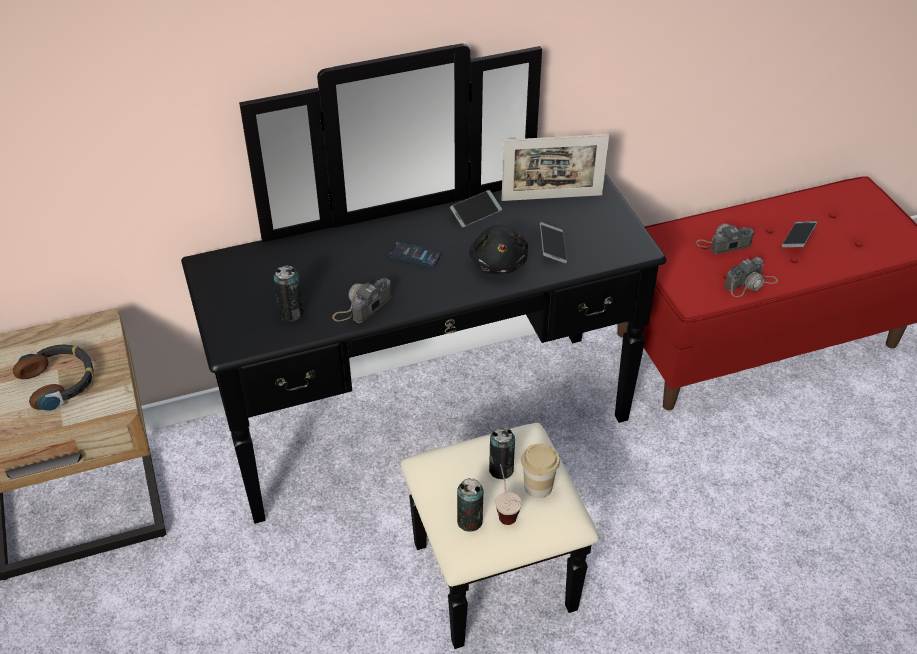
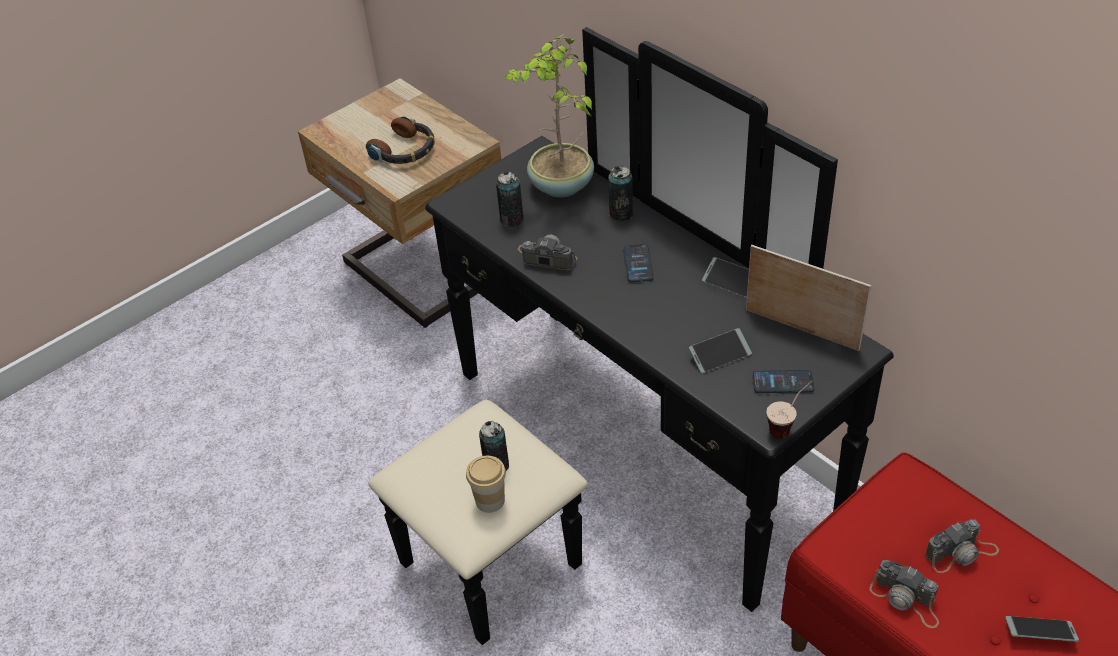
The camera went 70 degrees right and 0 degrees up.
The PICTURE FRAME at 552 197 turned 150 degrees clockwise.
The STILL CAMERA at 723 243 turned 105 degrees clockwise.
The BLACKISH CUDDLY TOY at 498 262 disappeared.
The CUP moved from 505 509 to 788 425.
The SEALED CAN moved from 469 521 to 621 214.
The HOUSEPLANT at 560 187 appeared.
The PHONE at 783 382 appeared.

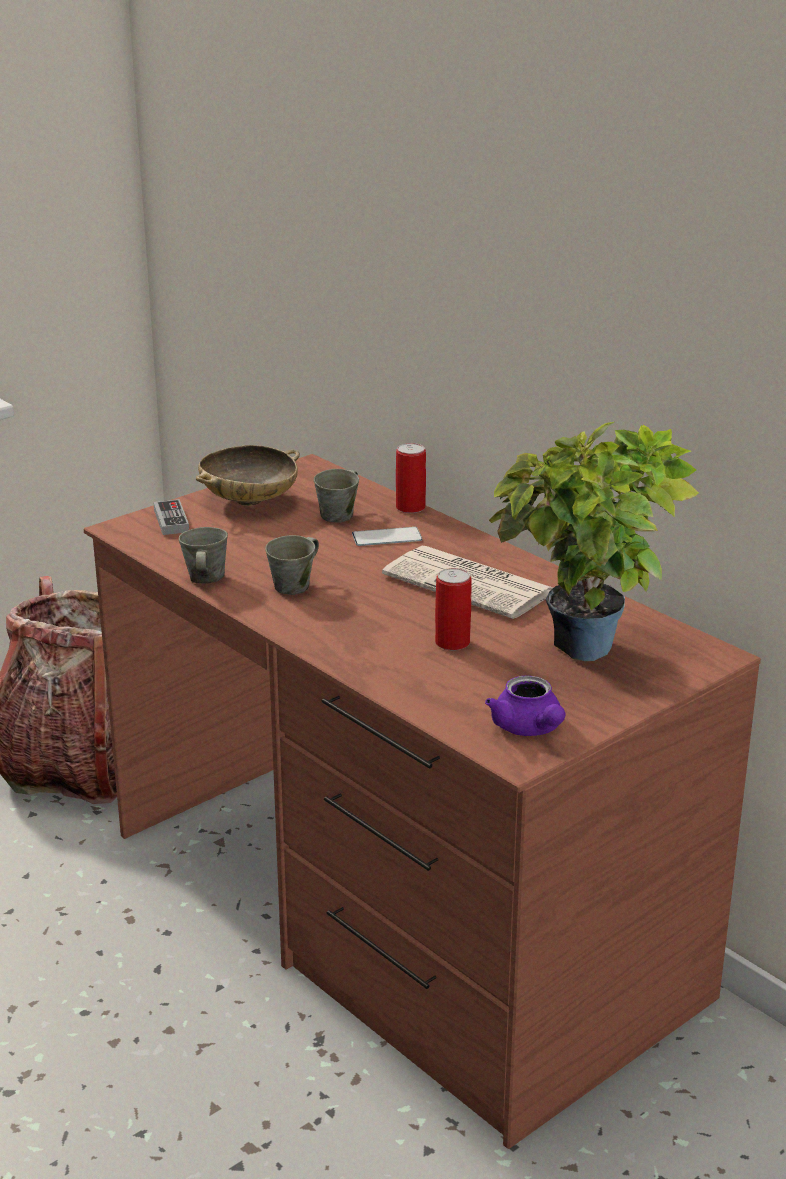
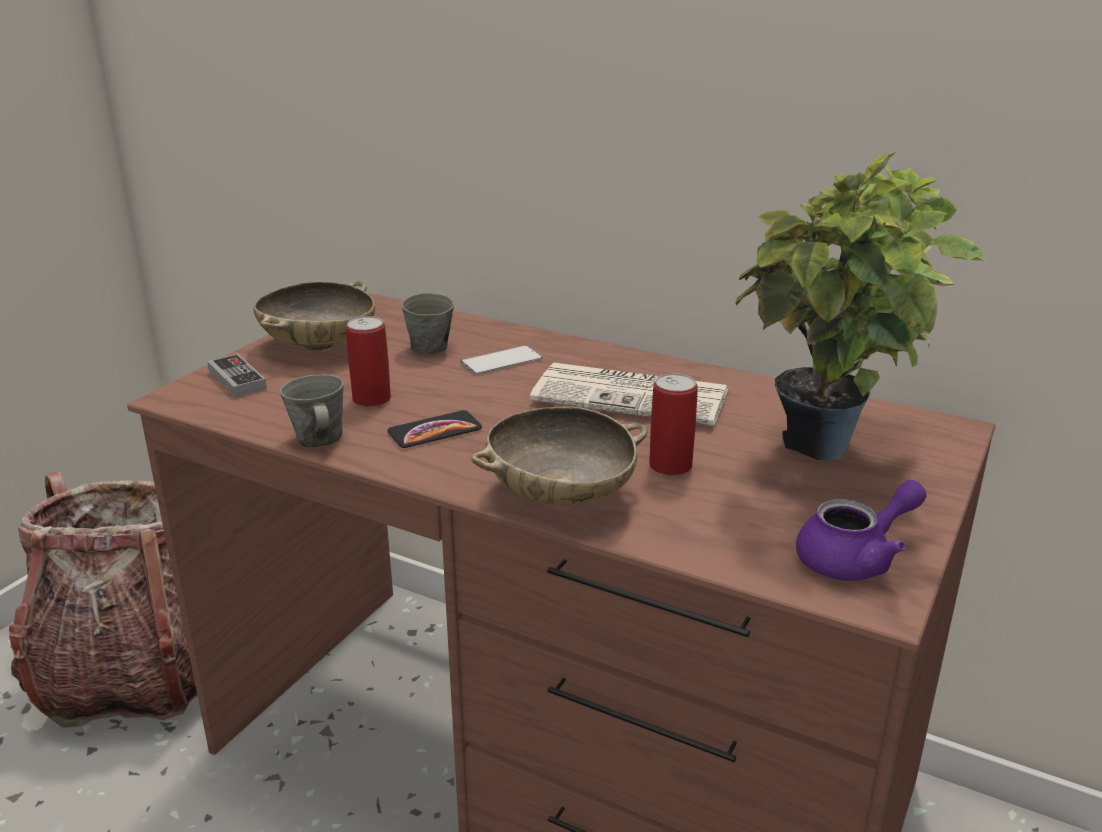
The camera went 20 degrees left and 0 degrees up.
The SEALED CAN moved from 410 507 to 371 399.
The GREY TEA MUG at 294 586 was replaced by the PHONE at 435 431.
The PURPLISH POT FOR TEA at 529 729 turned 75 degrees counterclockwise.
The BEIGE BOWL at 561 495 appeared.

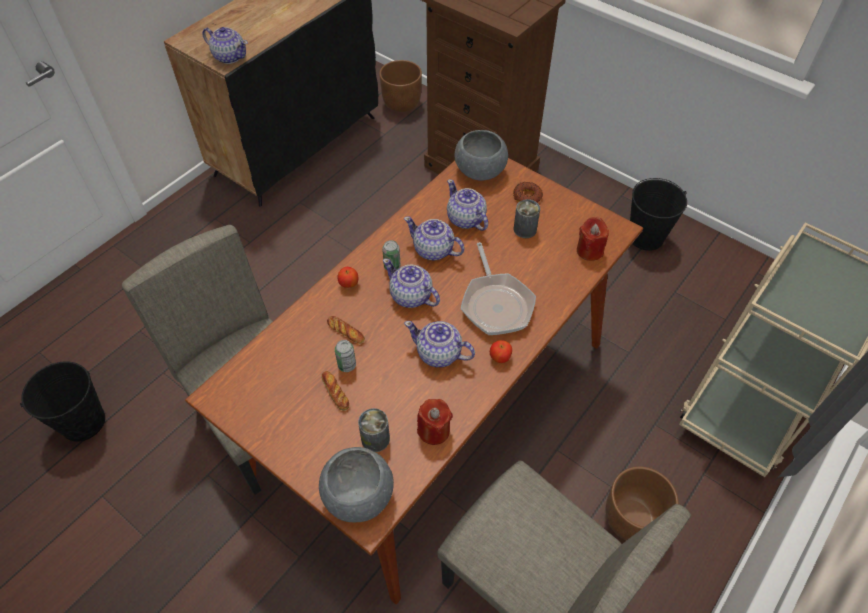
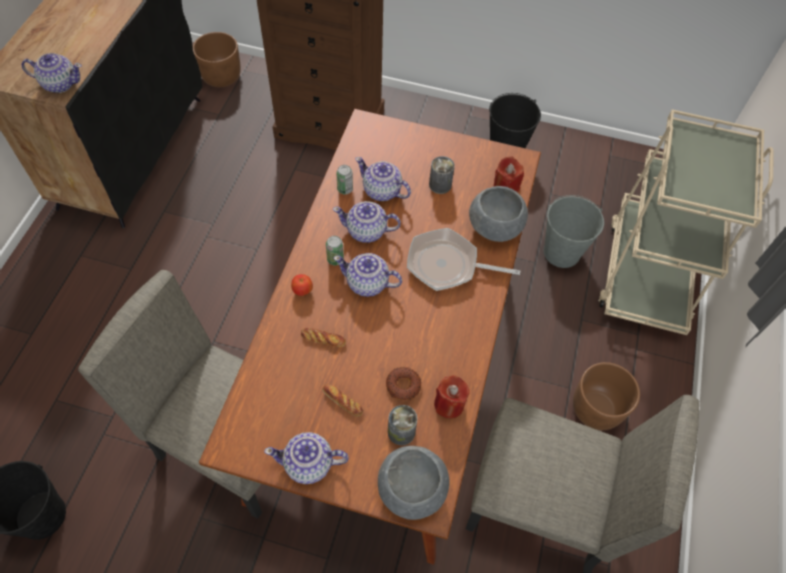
The camera went 25 degrees left and 5 degrees up.
The GREY BOWL moved from 479 171 to 495 227.
The DONUT moved from 527 196 to 403 385.
The FRYING PAN at 496 303 turned 135 degrees clockwise.
The POT FOR TEA moved from 439 354 to 309 464.
The SEALED CAN moved from 347 365 to 345 189.
The WHOLE APPLE at 500 357 disappeared.
The GREY BUCKET at 562 252 appeared.

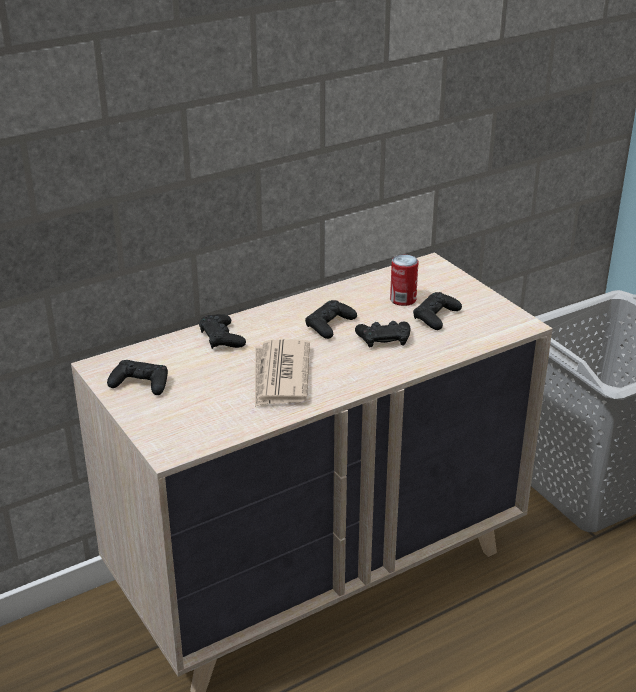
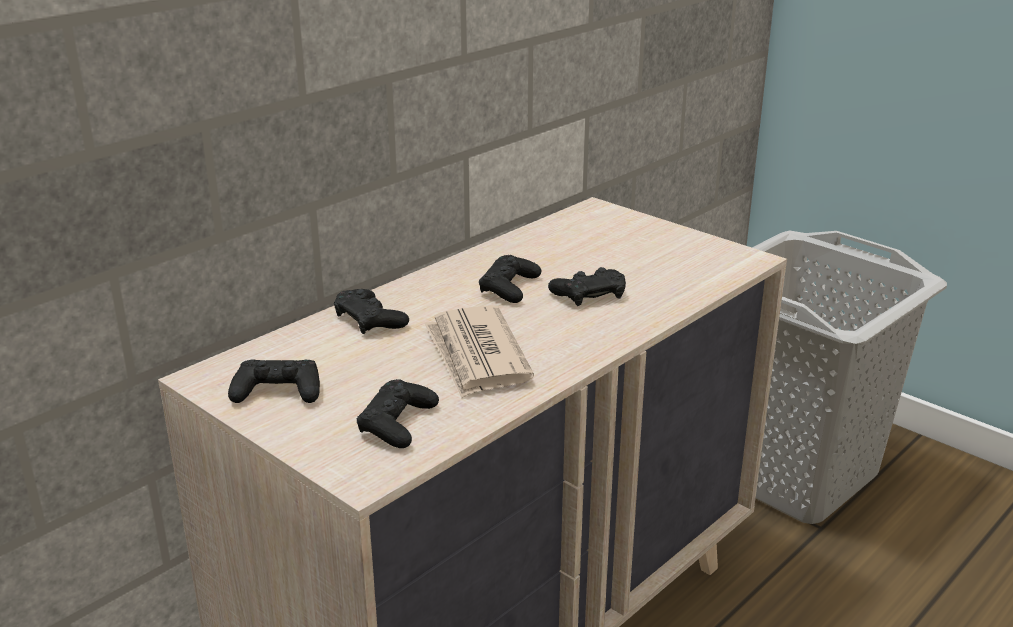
The camera went 15 degrees left and 5 degrees down.
The SEALED CAN at 403 299 disappeared.
The BLACKISH GAMEPAD moved from 436 317 to 397 423.

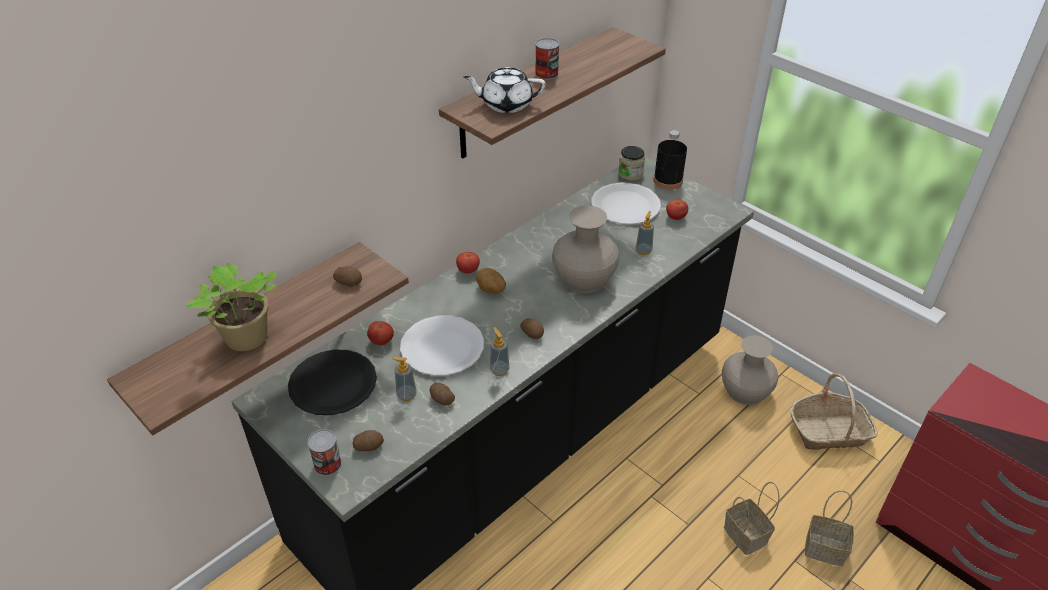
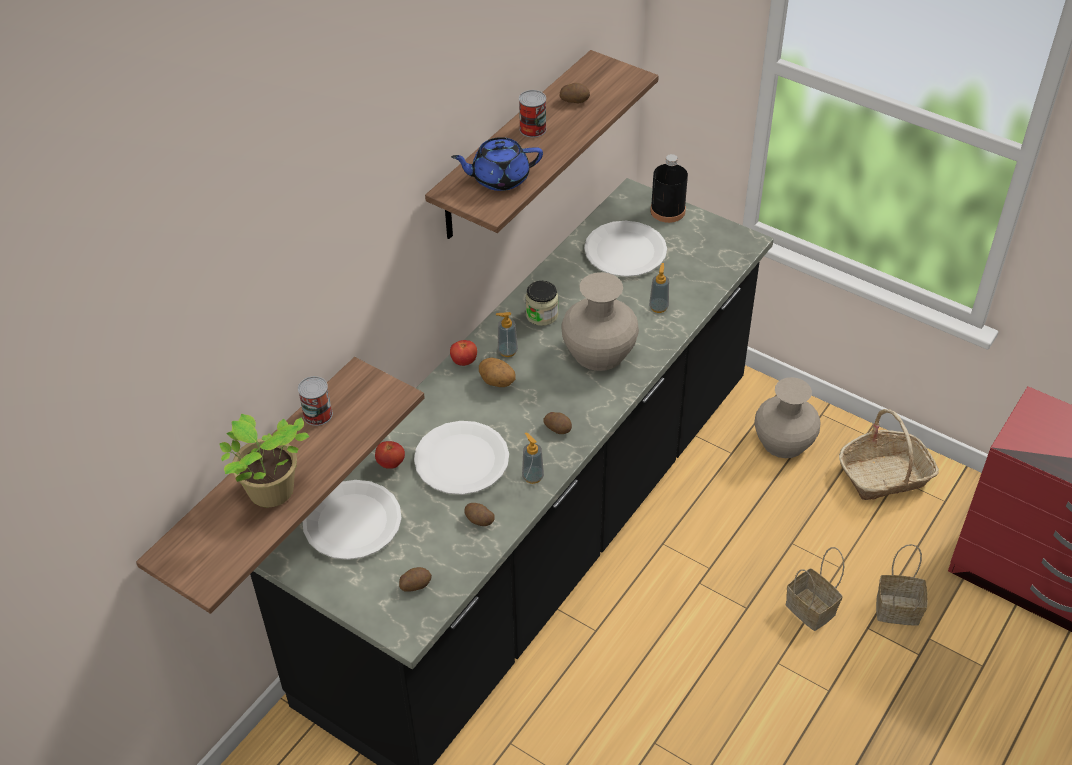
The camera went 10 degrees left and 5 degrees up.
The WHITE-COLOURED POT FOR TEA at 506 104 became the BLUISH POT FOR TEA at 499 178.
The JAR moved from 630 174 to 542 315.
The WHOLE TOMATO at 675 217 disappeared.
The SPUD moved from 349 282 to 574 100.
The BLACKISH PLATE at 333 384 became the WHITE-COLOURED PLATE at 352 522.
The SOAP BOTTLE moved from 406 395 to 507 351.
The SEALED CAN moved from 327 464 to 318 414.

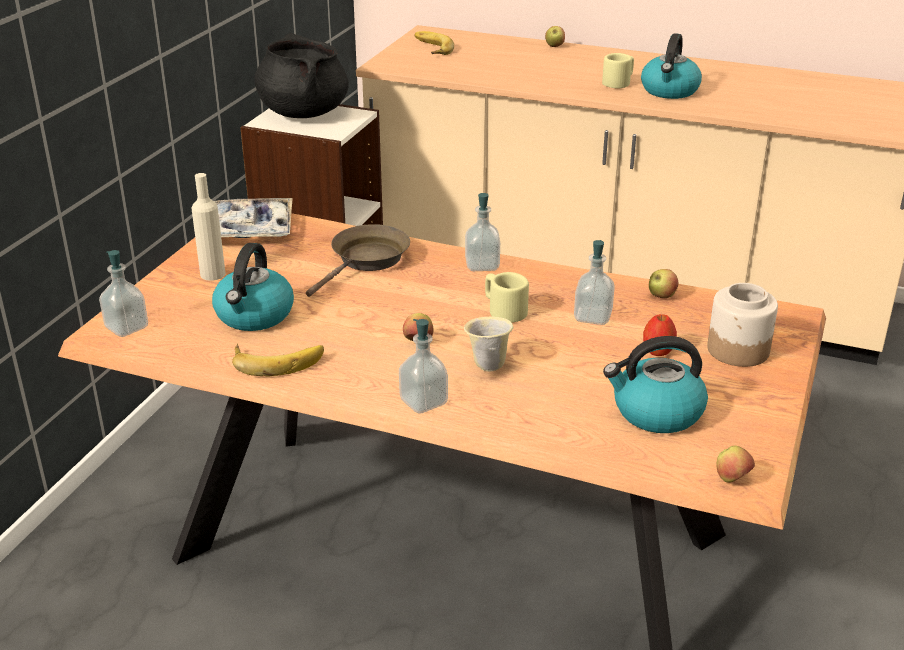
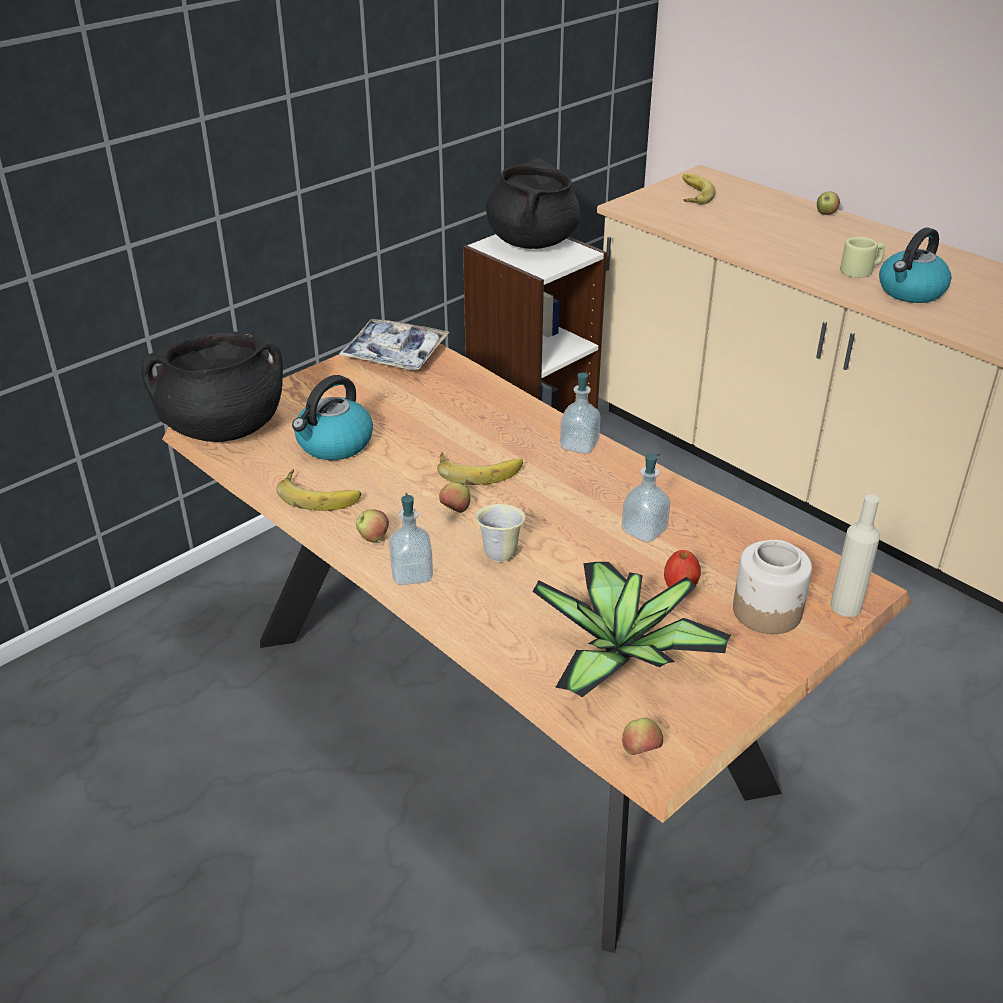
The camera went 25 degrees right and 5 degrees up.
The BEIGE DRINK BOTTLE moved from 212 274 to 845 606.
The BROWN FRYING PAN at 367 260 disappeared.
The SOAP BOTTLE at 126 327 was replaced by the BLACKISH COOKING POT at 224 428.
The WHOLE APPLE moved from 661 296 to 373 538.
The BEIGE TEA MUG at 503 310 disappeared.
The WATER KETTLE at 656 412 was replaced by the HOUSEPLANT at 623 654.
The BANANA at 479 469 appeared.

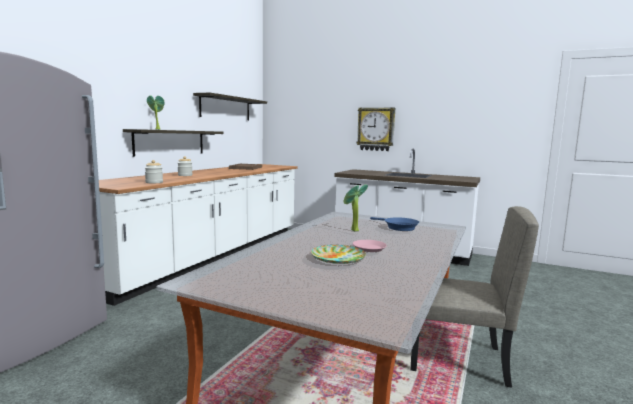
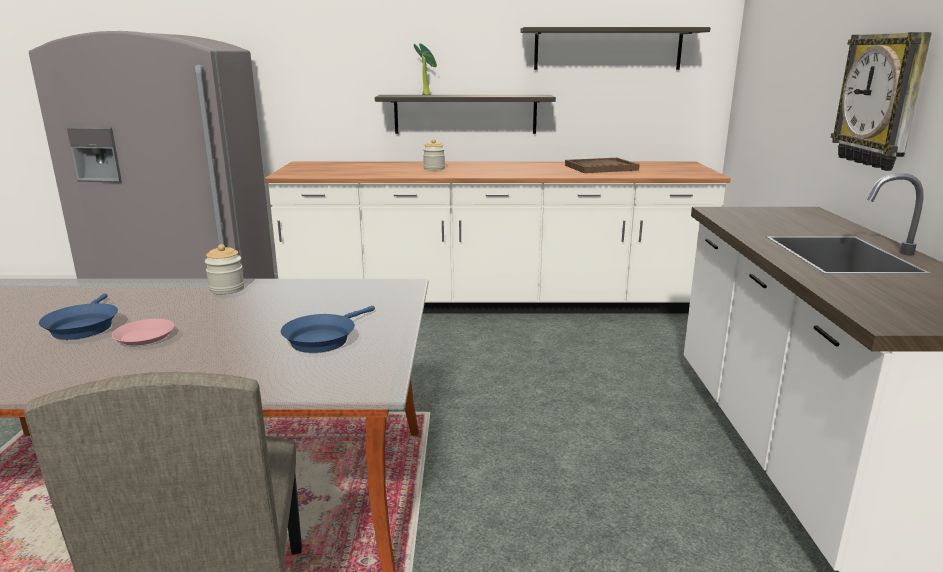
The camera went 65 degrees right and 10 degrees up.
The JAR moved from 154 182 to 227 289.
The HOUSEPLANT at 353 231 disappeared.
The PLATE at 338 258 was replaced by the BLUISH FRYING PAN at 83 326.

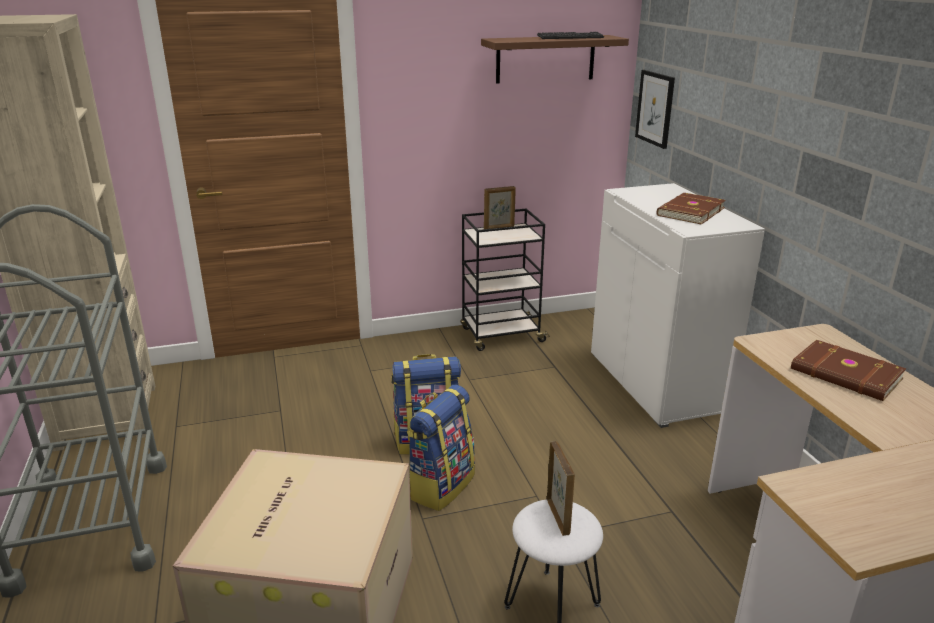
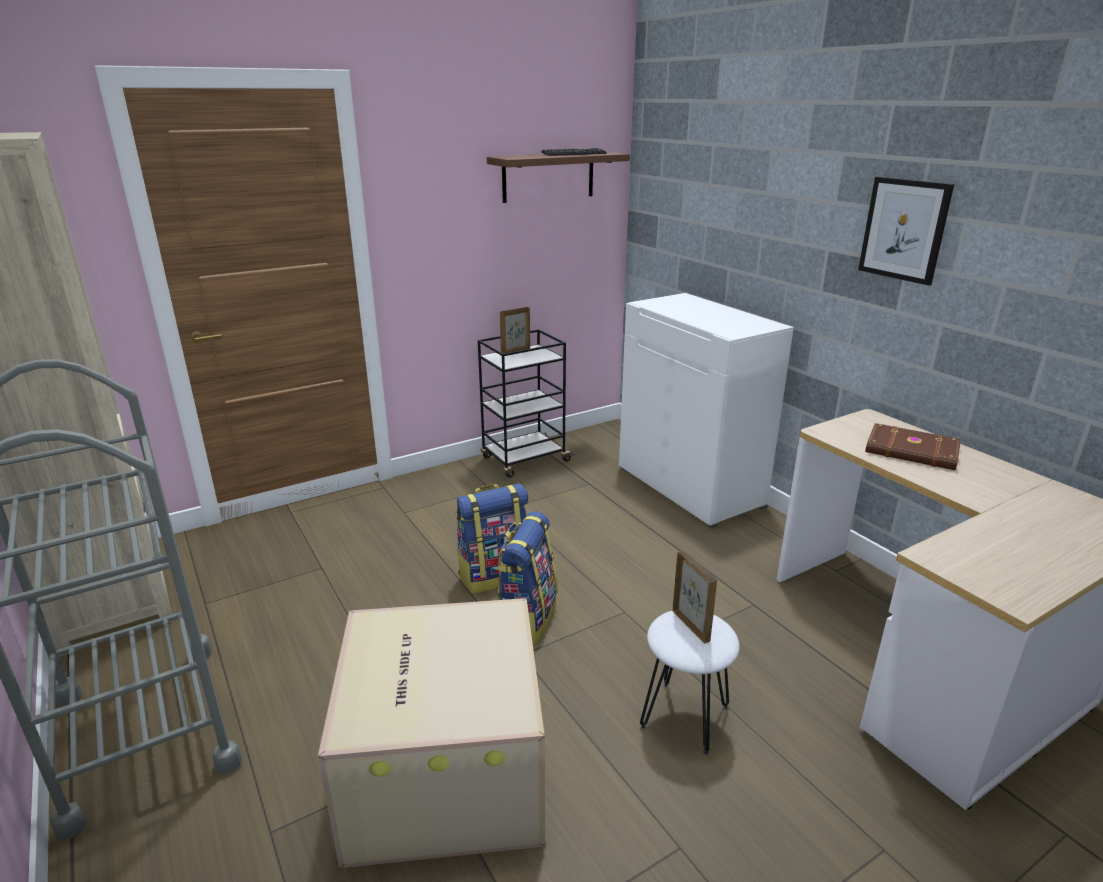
The camera went 15 degrees left and 0 degrees up.
The WALL ART moved from 655 108 to 904 230.
The BROWN VOLUME at 689 212 disappeared.

